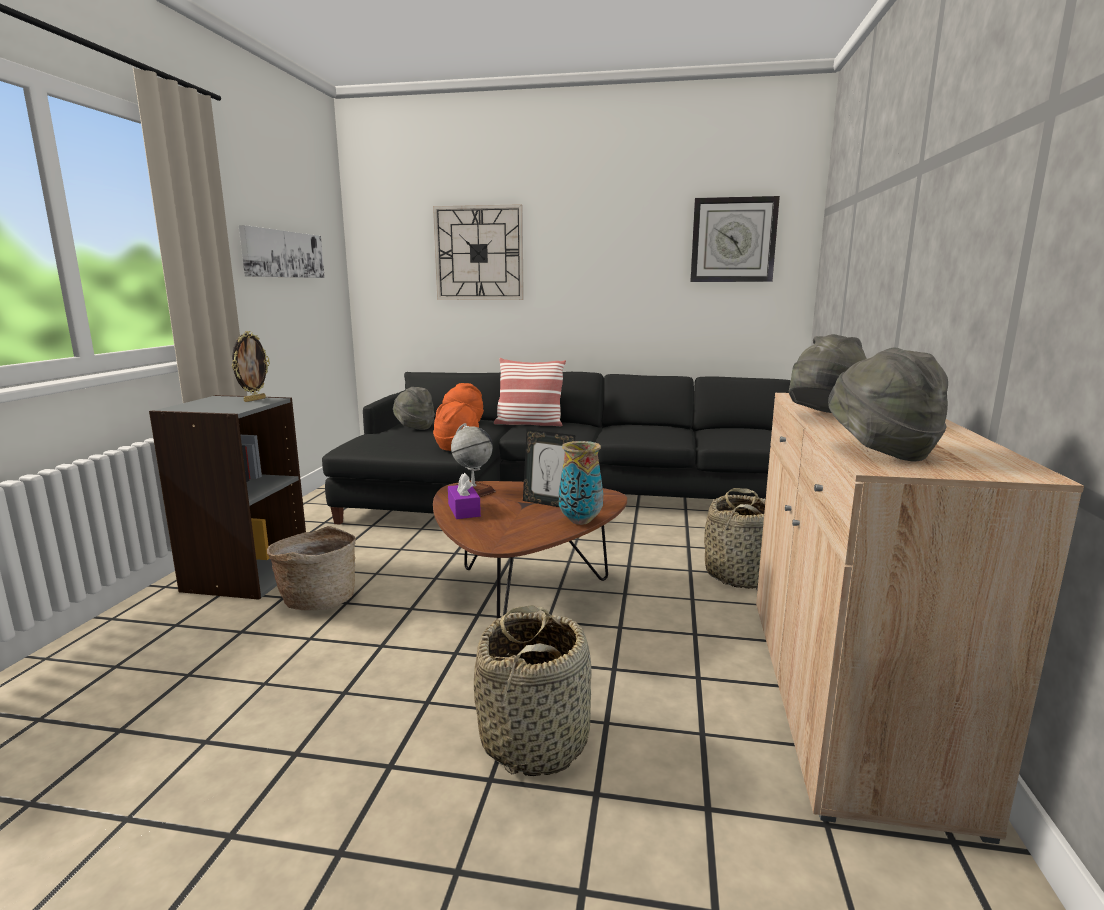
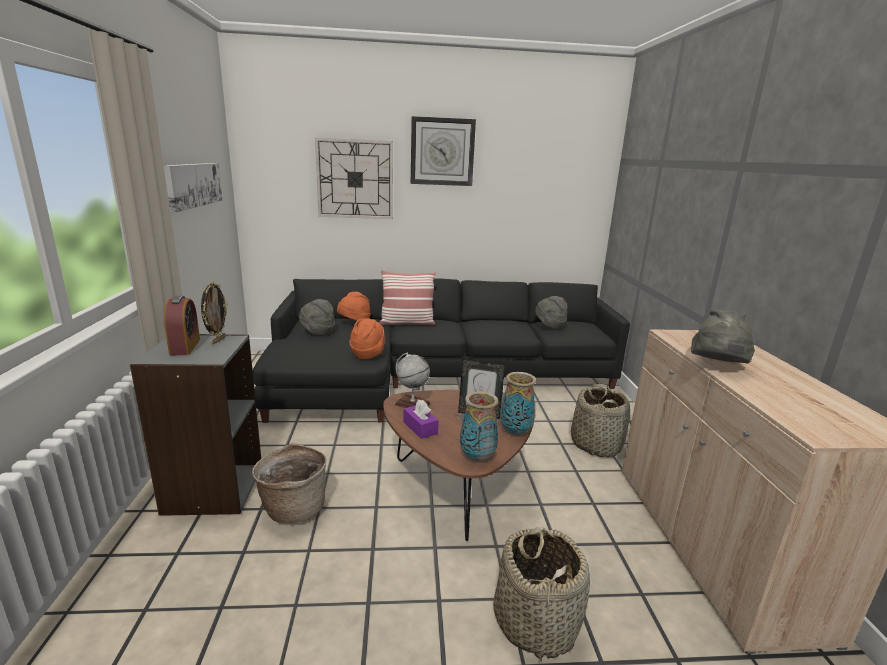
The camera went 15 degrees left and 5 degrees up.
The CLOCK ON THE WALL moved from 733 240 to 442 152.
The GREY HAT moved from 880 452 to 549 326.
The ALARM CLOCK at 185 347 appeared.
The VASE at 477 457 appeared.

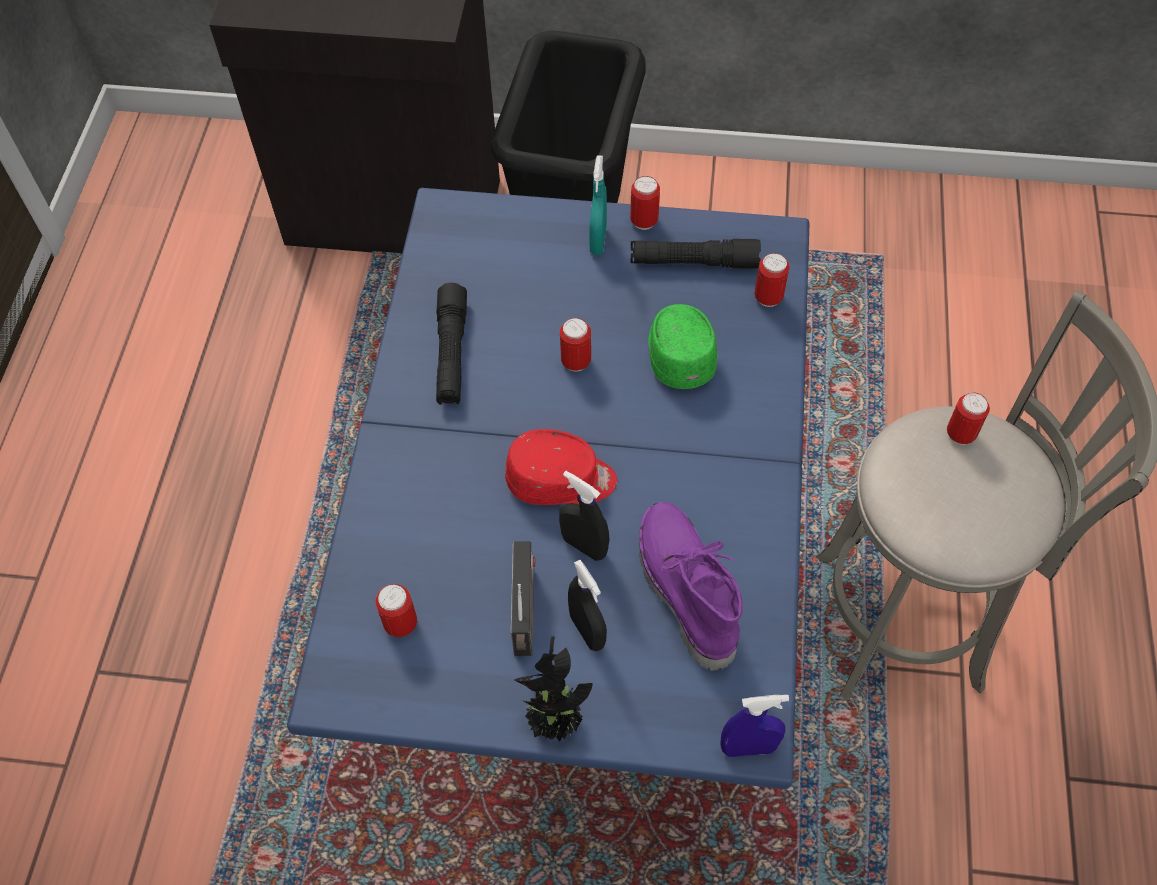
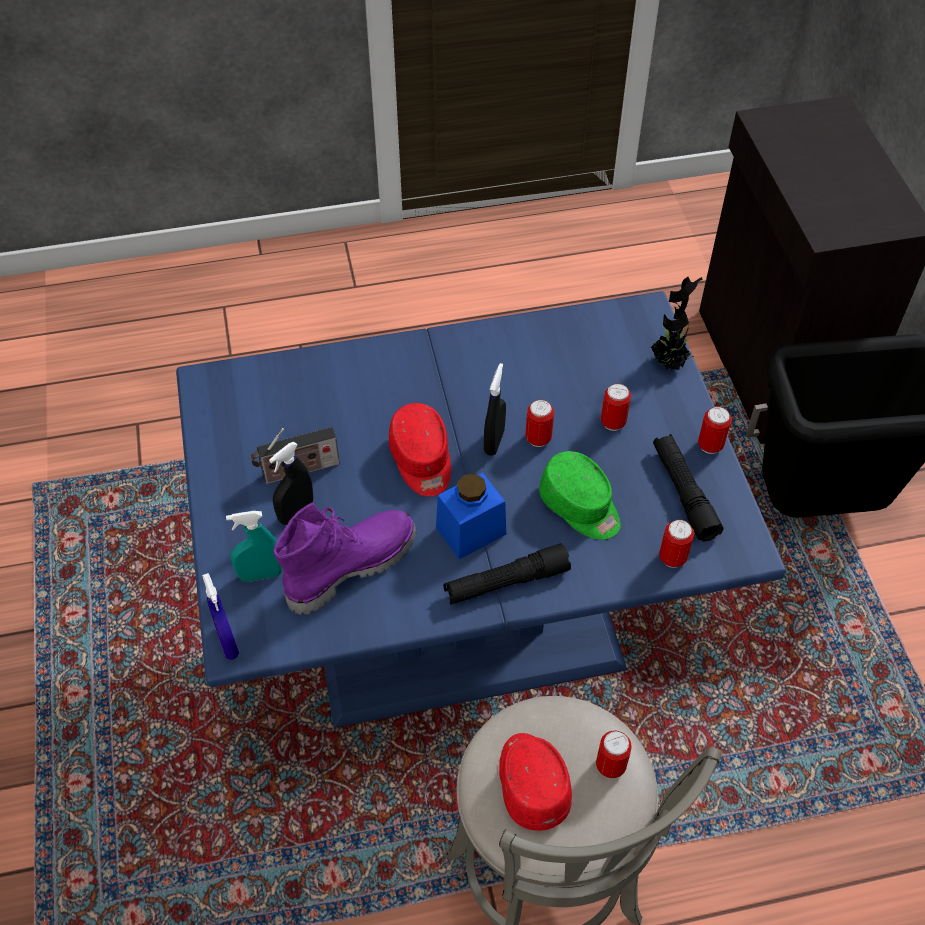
The camera went 70 degrees right and 5 degrees down.
The TURQUOISE SPRAYER moved from 598 241 to 260 575.
The BLACKISH HAND TORCH moved from 451 353 to 506 582.
The GREEN-COLOURED BASEBALL CAP at 679 352 turned 75 degrees clockwise.
The BLACKISH SPRAYER moved from 584 546 to 494 442.
The SEALED CAN moved from 400 624 to 613 423.
The HOUSEPLANT moved from 556 721 to 669 363.
The BLUISH JAR at 471 531 appeared.
The RED BASEBALL CAP at 532 782 appeared.

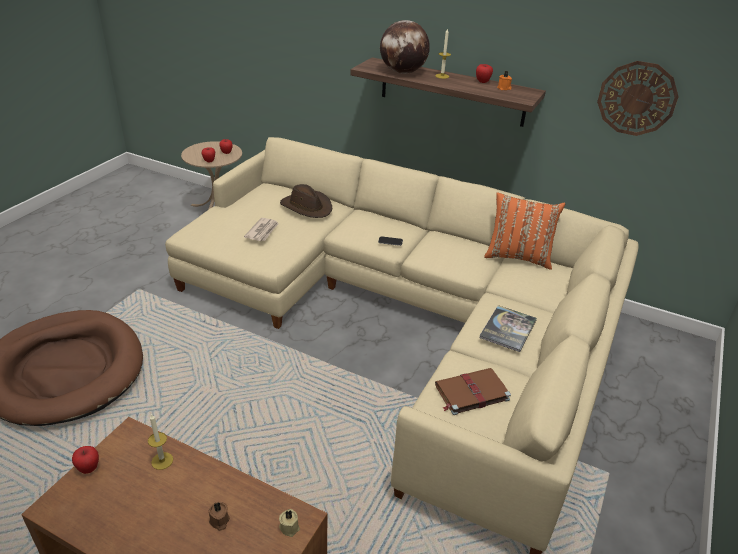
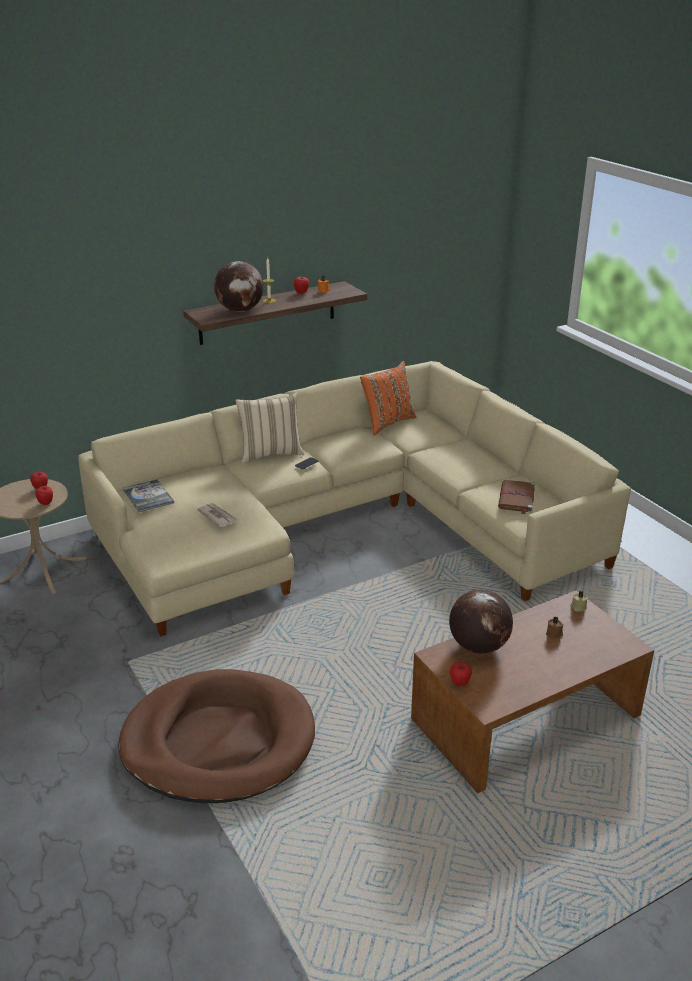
The camera went 55 degrees left and 5 degrees down.
The CLOCK ON THE WALL at 637 98 disappeared.
The BROWN HAT at 307 207 disappeared.
The VOLUME moved from 508 329 to 148 496.
The CANDLE at 162 461 was replaced by the DESK GLOBE at 478 646.
The BEIGE CUSHION at 270 453 appeared.

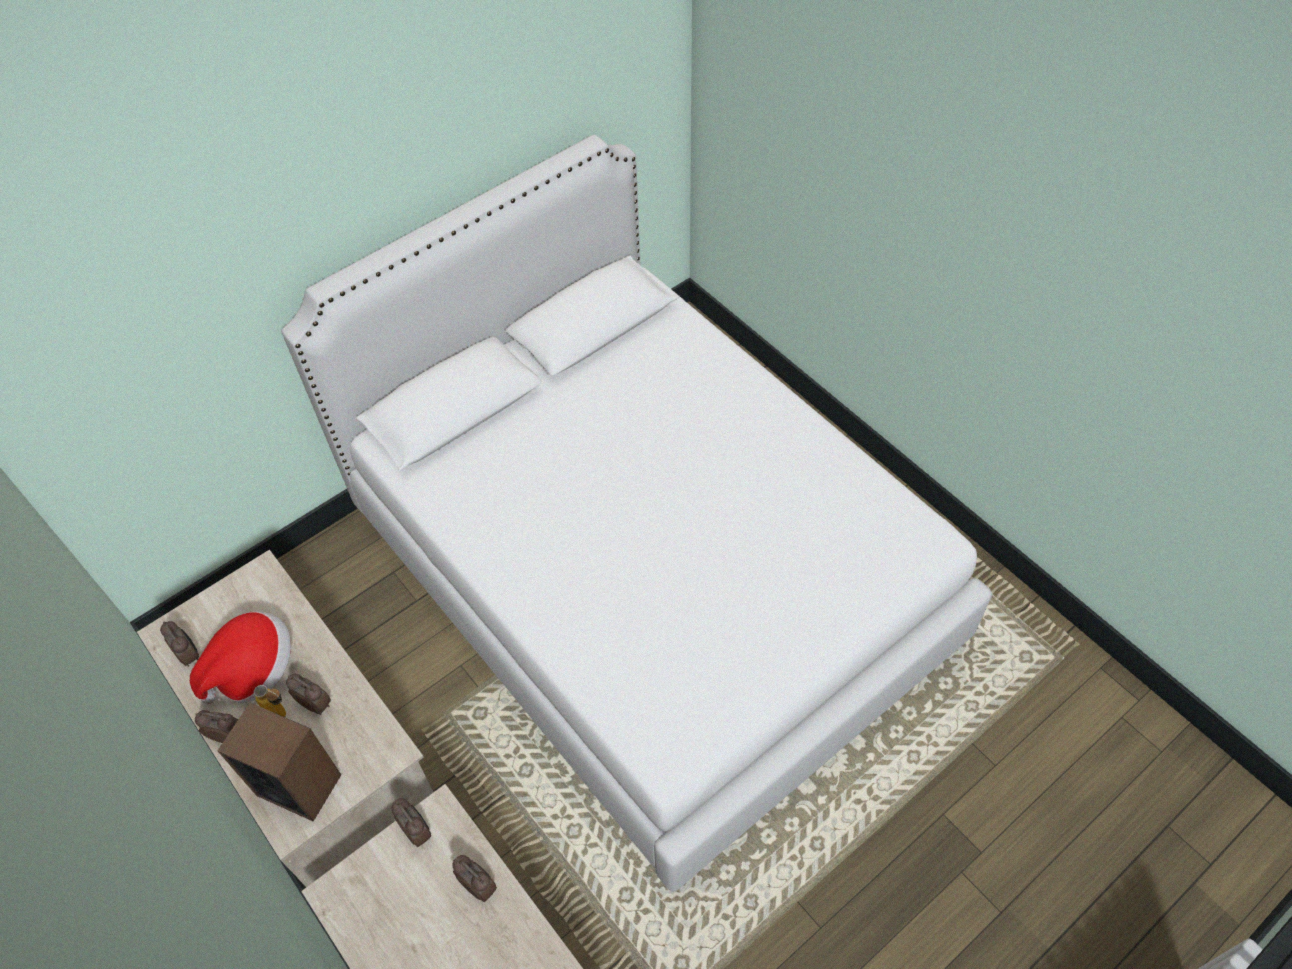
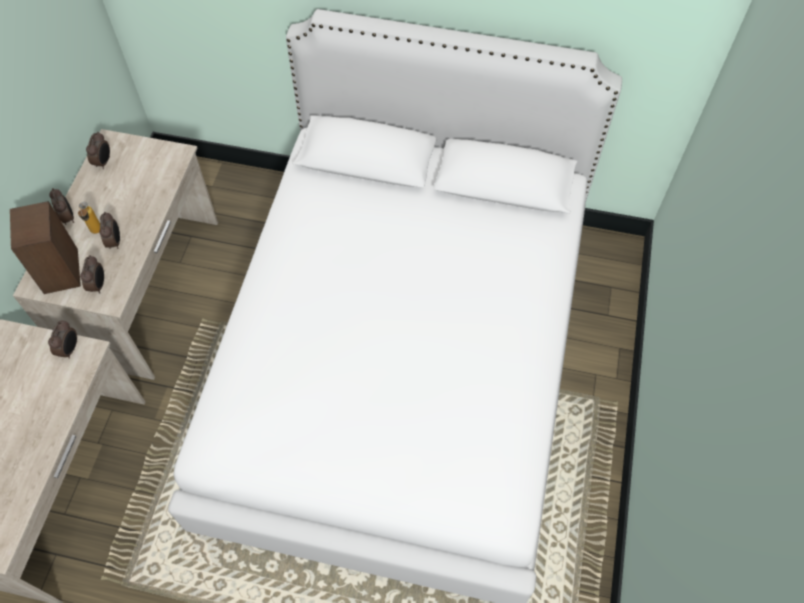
The camera went 50 degrees right and 5 degrees up.
The HAT at 254 670 disappeared.
The ALARM CLOCK moved from 479 886 to 98 285.

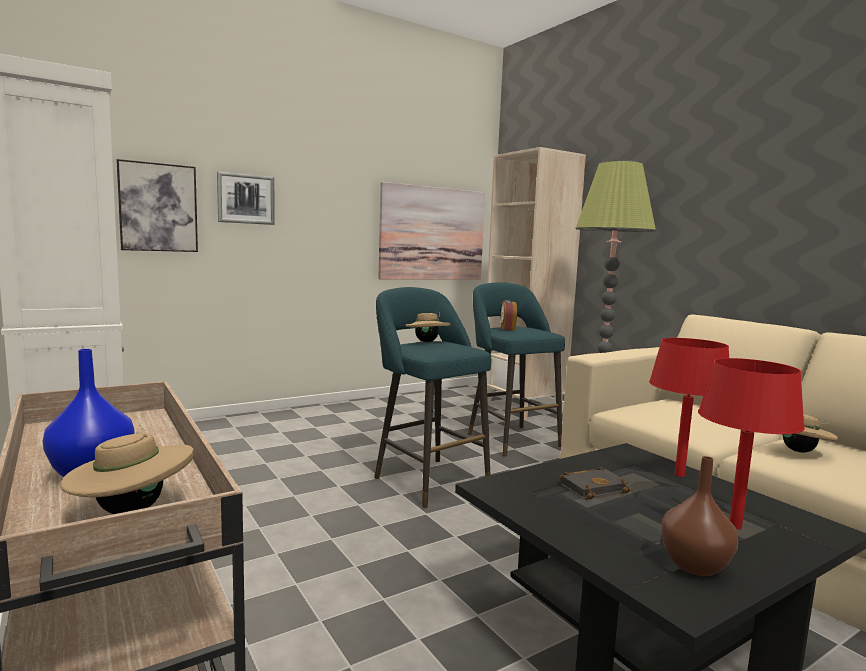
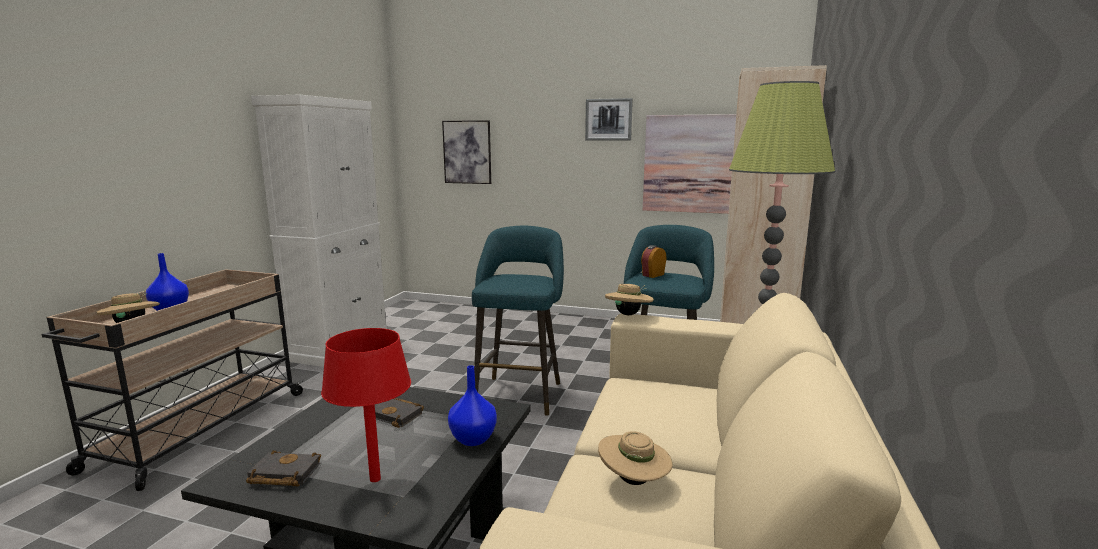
The camera went 50 degrees right and 5 degrees up.
The WALL ART moved from 246 199 to 608 119.
The BEIGE HAT moved from 427 342 to 628 314.
The RED TABLE LAMP at 679 474 was replaced by the BLUISH VASE at 474 439.
The BROWN VASE at 695 566 was replaced by the BLACKISH VOLUME at 282 475.

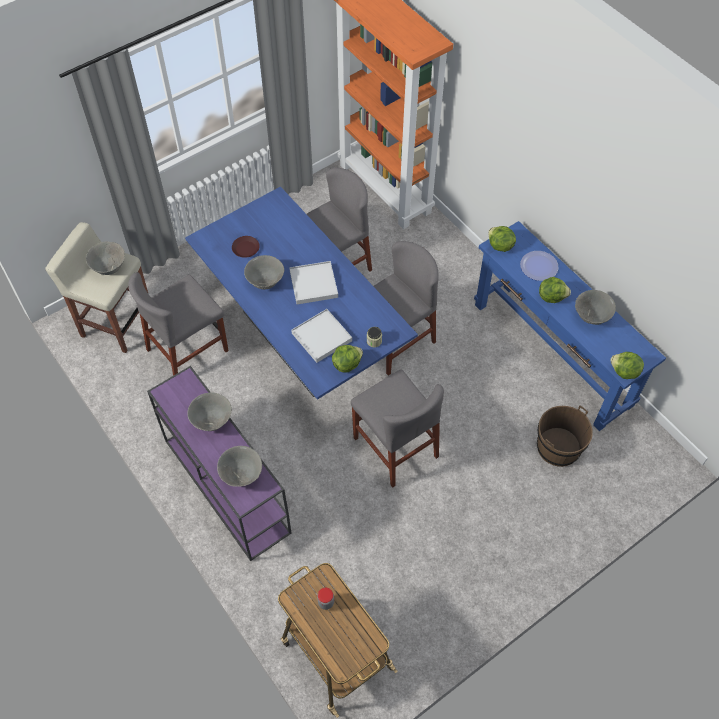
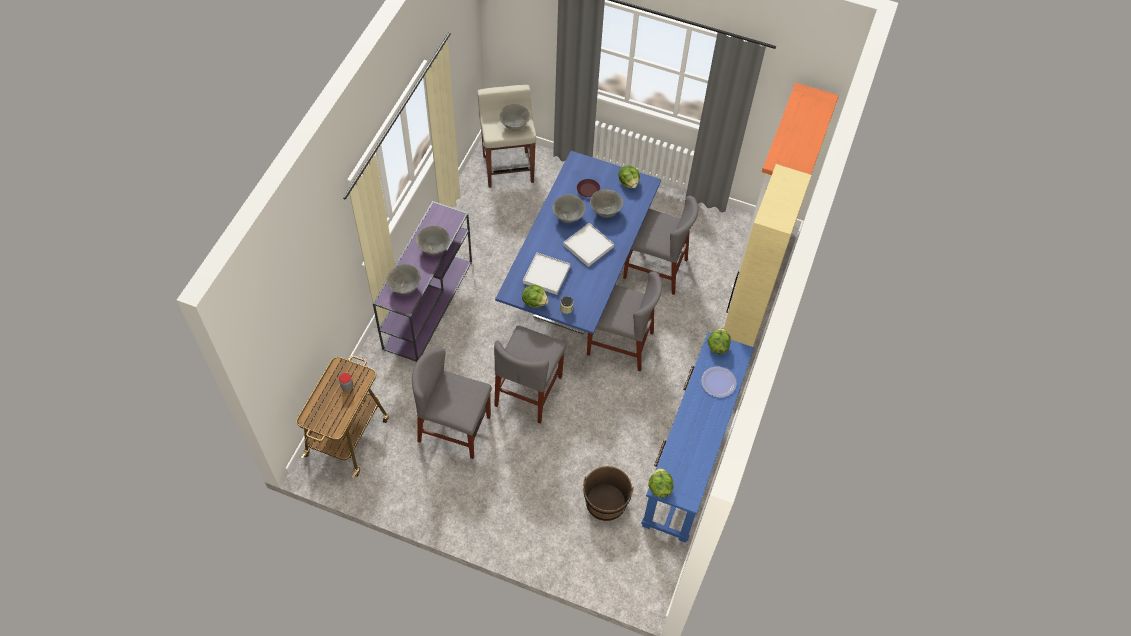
The camera went 55 degrees right and 0 degrees up.
The GREY PLAIN CHAIR moved from 187 350 to 454 429.
The LETTUCE HEAD moved from 551 296 to 628 182.
The GREY BOWL moved from 591 317 to 605 211.
The BEIGE STORAGE CABINET at 738 341 appeared.

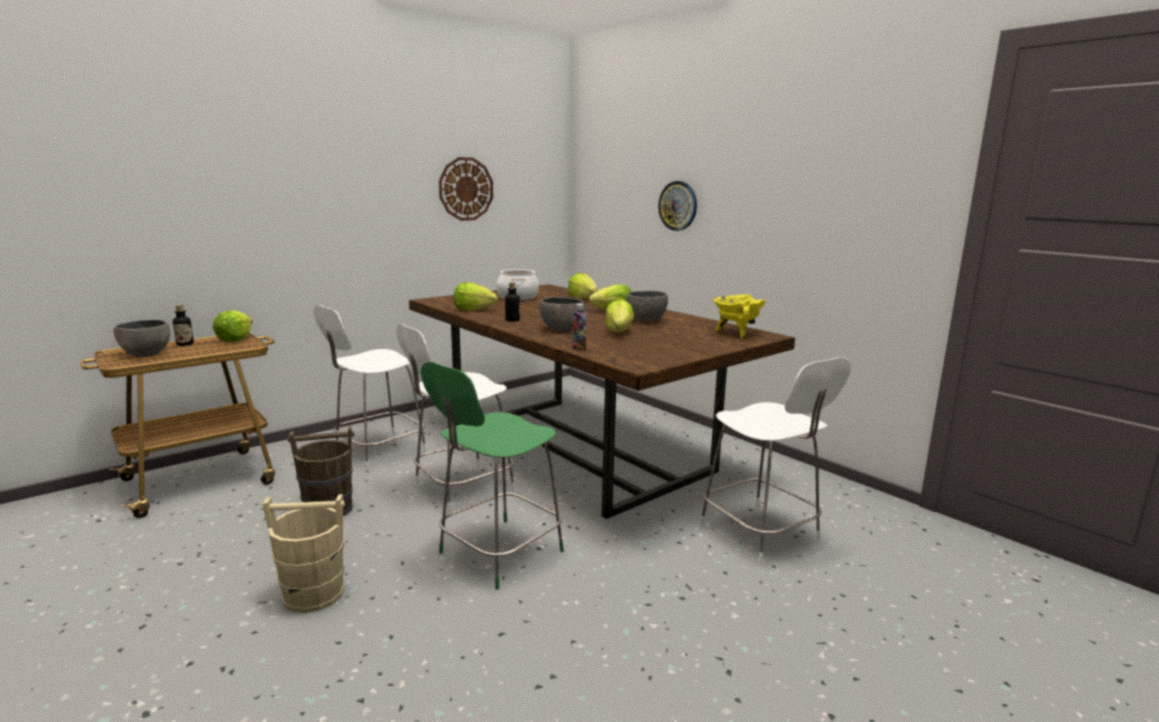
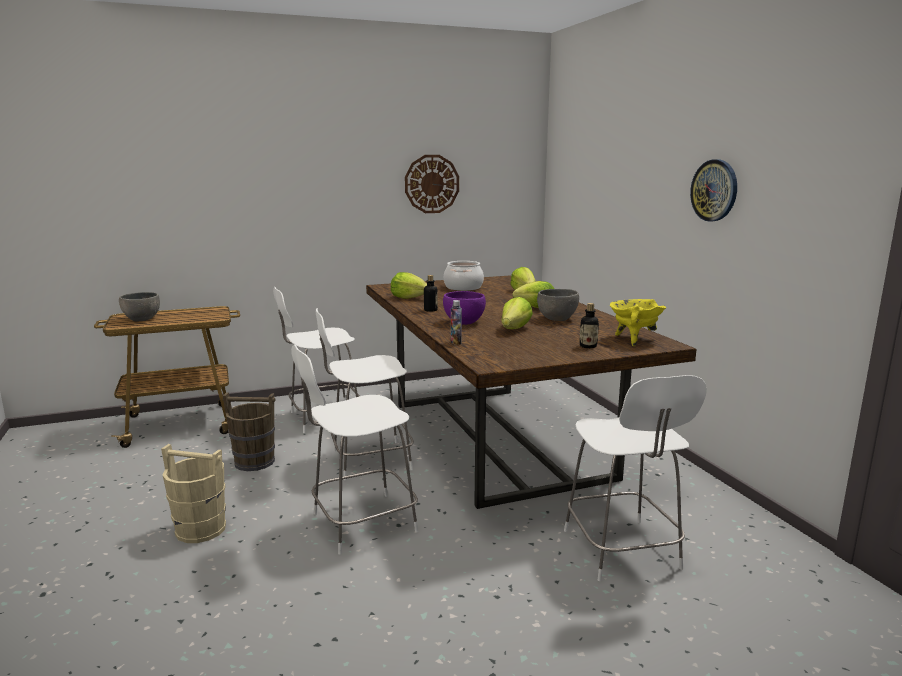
The camera went 20 degrees right and 0 degrees up.
The CLOCK ON THE WALL moved from 678 205 to 714 190.
The GREY BOWL at 562 329 became the PURPLISH BOWL at 464 322.
The DRINK BOTTLE moved from 185 344 to 588 346.
The LETTUCE HEAD at 235 339 disappeared.
The GREEN-COLOURED PLAIN CHAIR at 497 554 became the WHITE-COLOURED PLAIN CHAIR at 360 523.

